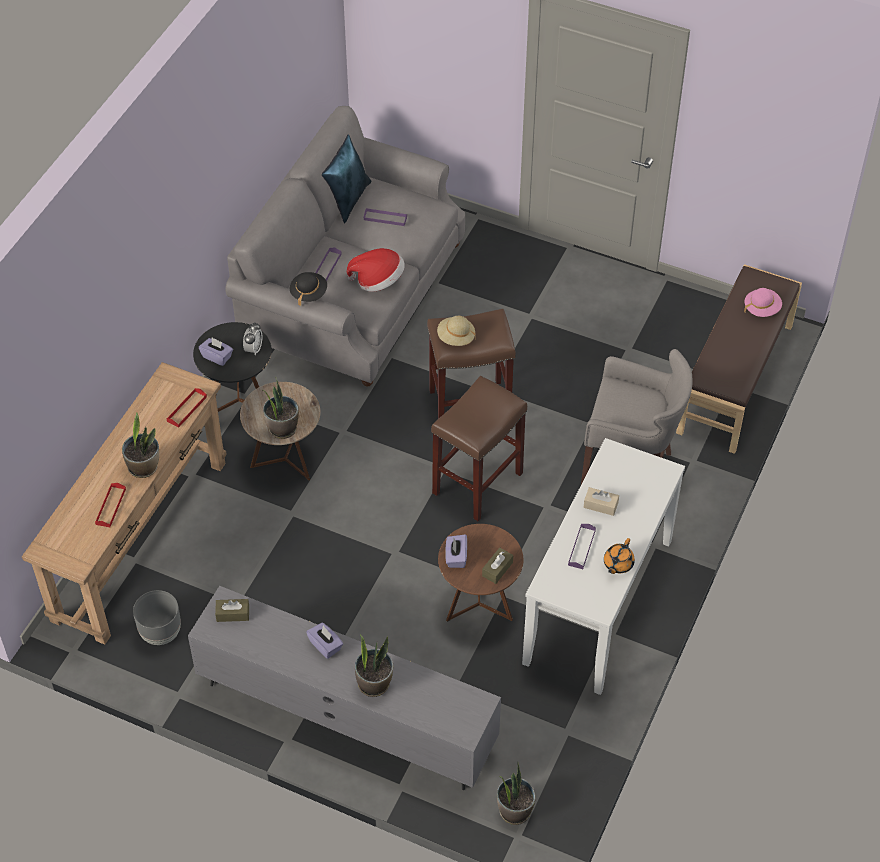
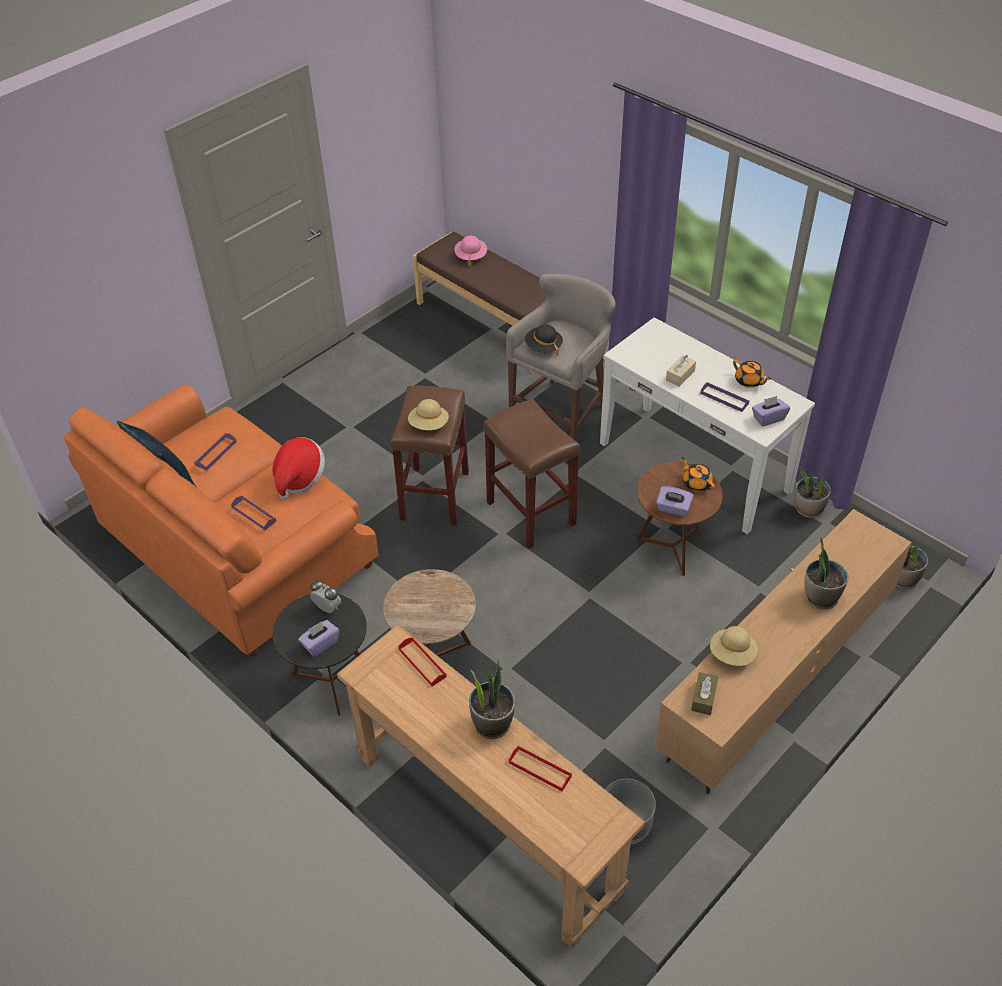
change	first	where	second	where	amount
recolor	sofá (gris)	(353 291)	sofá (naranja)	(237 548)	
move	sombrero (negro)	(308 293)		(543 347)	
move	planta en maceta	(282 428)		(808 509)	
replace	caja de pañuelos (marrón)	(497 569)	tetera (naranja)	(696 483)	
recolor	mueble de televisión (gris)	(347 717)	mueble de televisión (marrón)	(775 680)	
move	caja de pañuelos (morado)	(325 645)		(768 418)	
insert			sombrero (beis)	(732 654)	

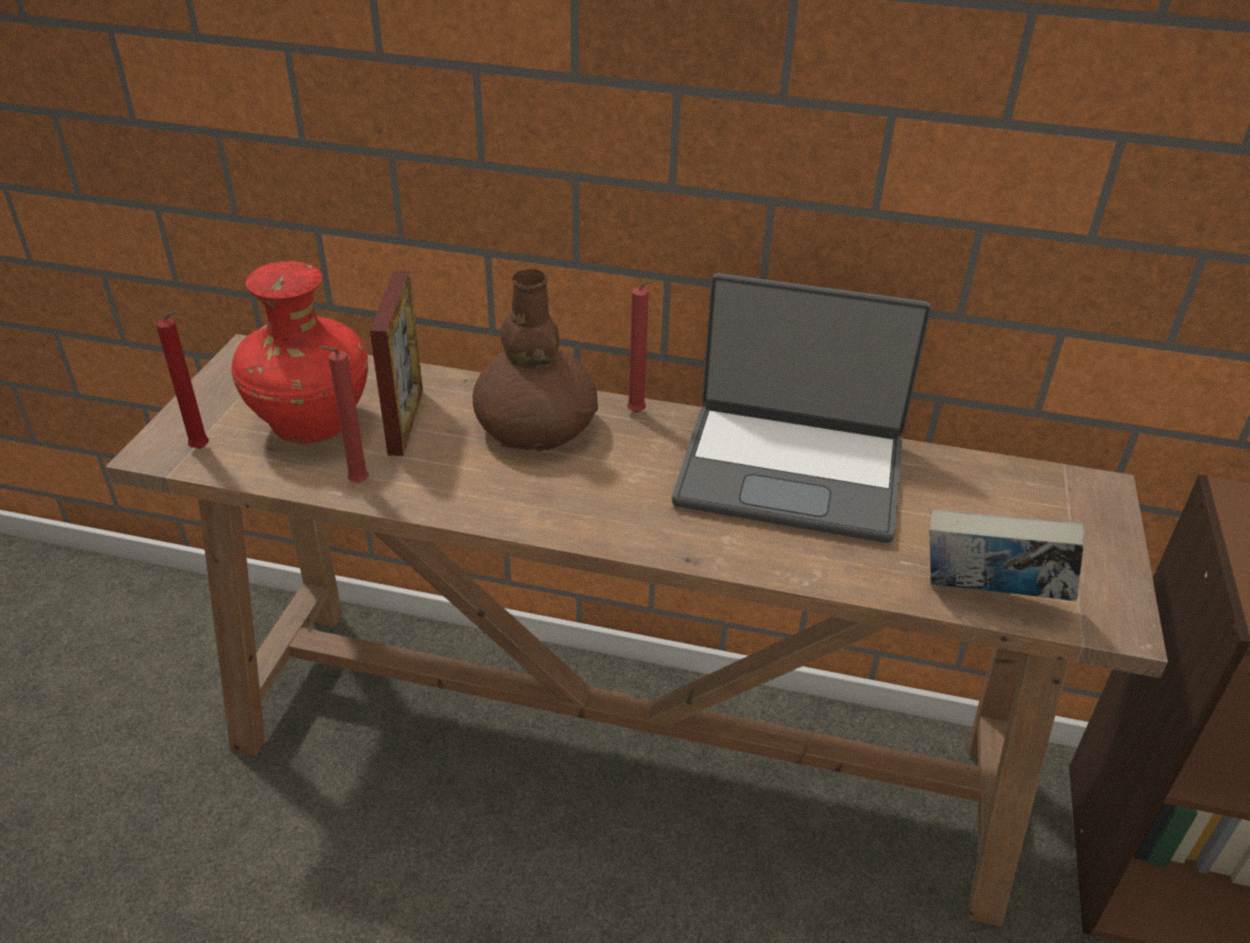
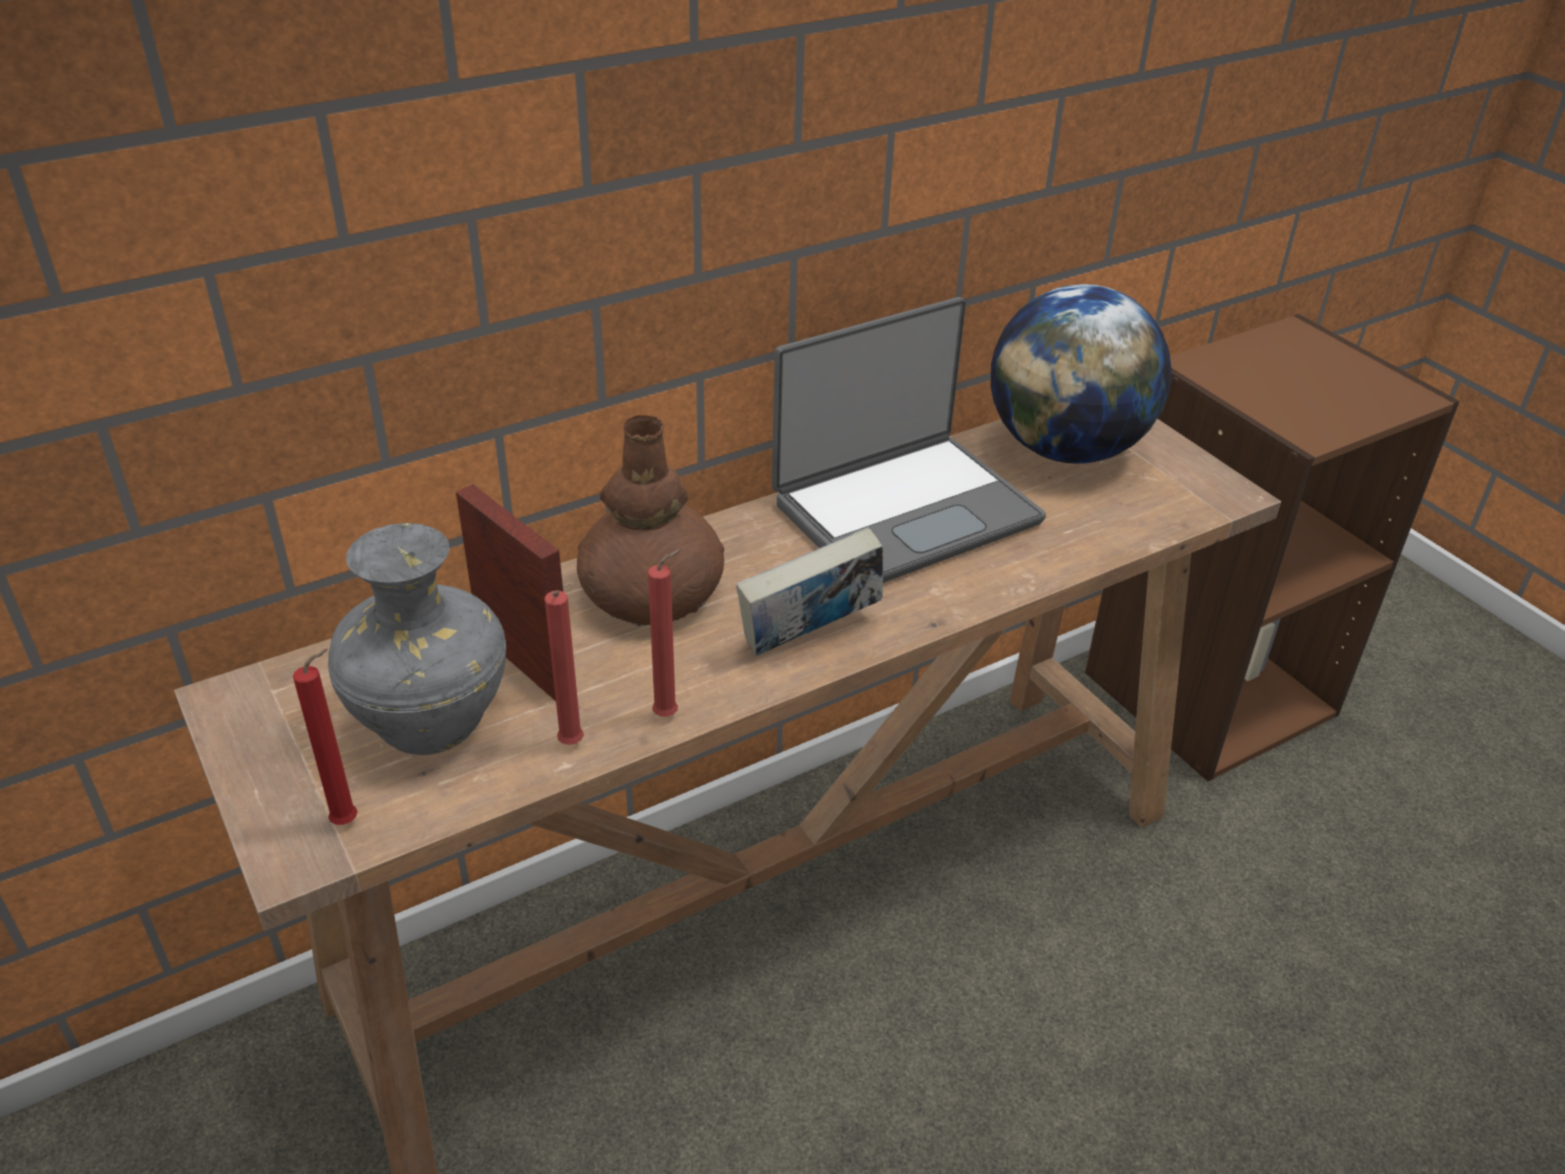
change	first	where	second	where	amount
recolor	florero (rojo)	(310 424)	florero (gris)	(429 724)	
move	vela (rojo)	(639 413)		(669 715)	
move	libro	(990 597)		(809 638)	
insert			globo terráqueo	(1066 449)	

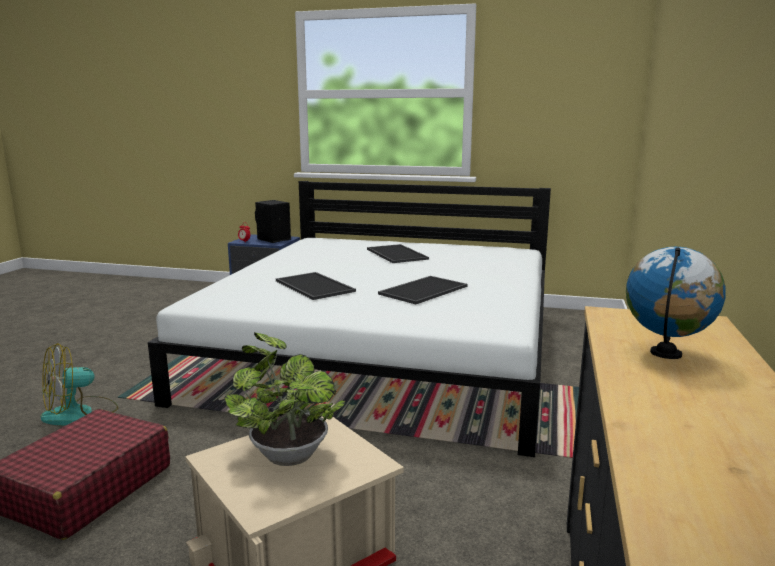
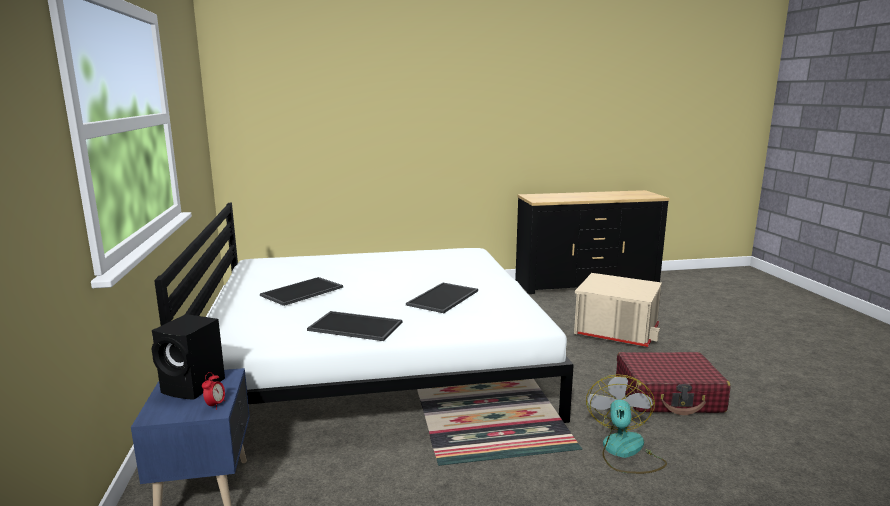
change	first	where	second	where	amount
delete	globo terráqueo	(666 354)			
move	bandeja	(423 290)		(354 327)	
delete	planta en maceta	(286 453)			
rotate	ventilador	(80 414)		(624 452)	105 degrees counterclockwise

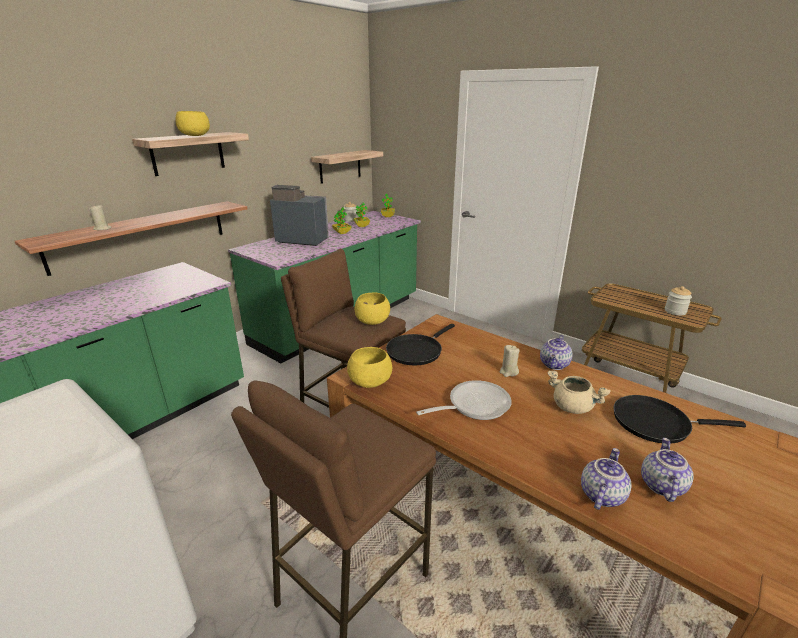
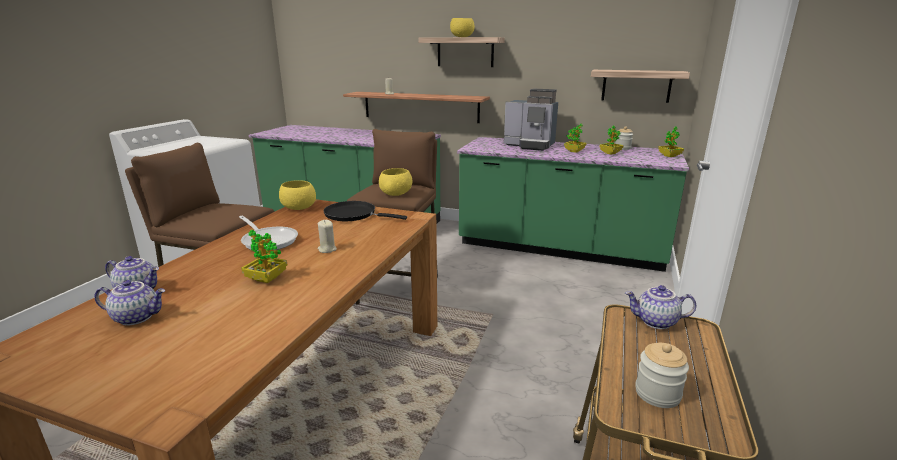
change	first	where	second	where	amount
rotate	cafetera	(301 240)		(530 145)	120 degrees clockwise
move	tetera	(554 365)		(656 322)	
replace	olla (beis)	(572 407)	planta en maceta	(266 278)	
delete	sartén (negro)	(656 423)			

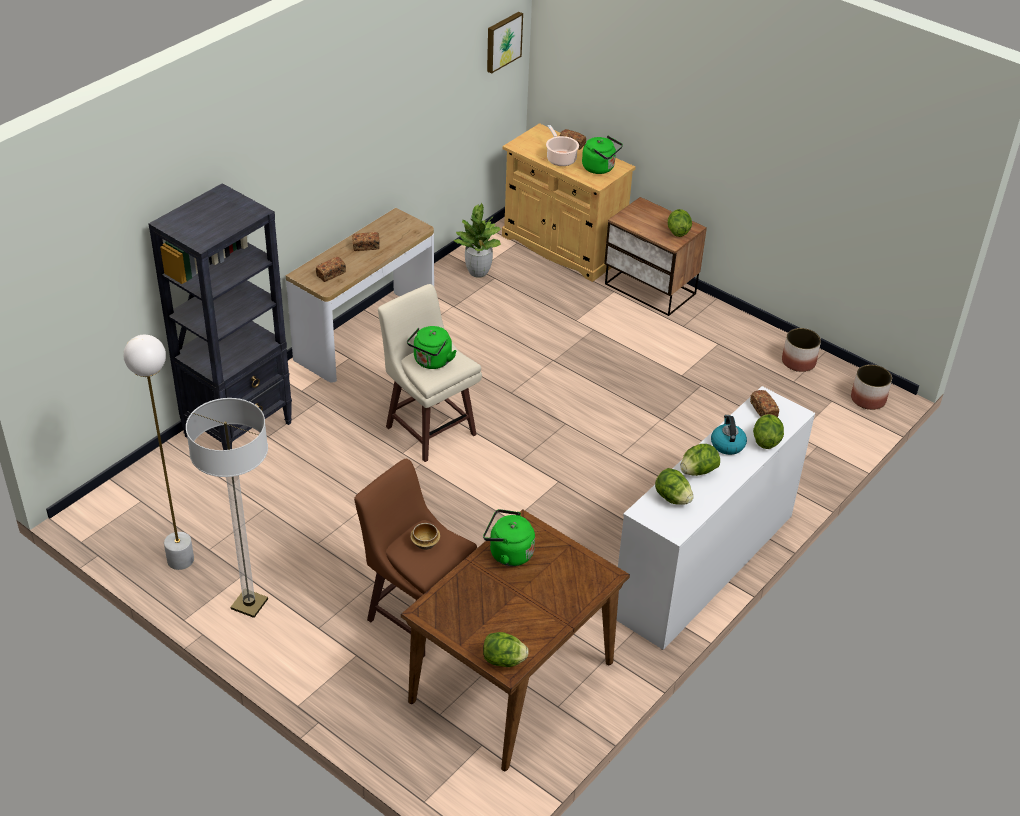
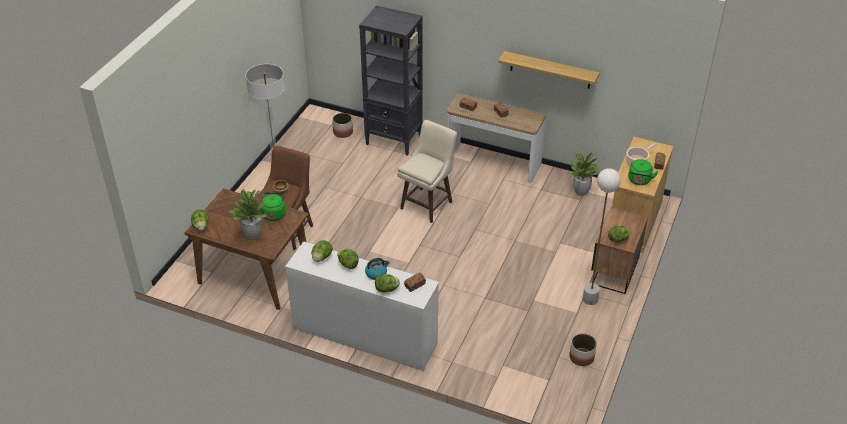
change	first	where	second	where	amount
delete	cuadro	(502 41)			
delete	hervidor (verde)	(431 362)			
move	lámpara de pie (blanco)	(180 560)		(590 299)	
move	maceta	(868 399)		(343 132)	
insert			estante	(550 70)	
insert			planta en maceta	(253 234)	

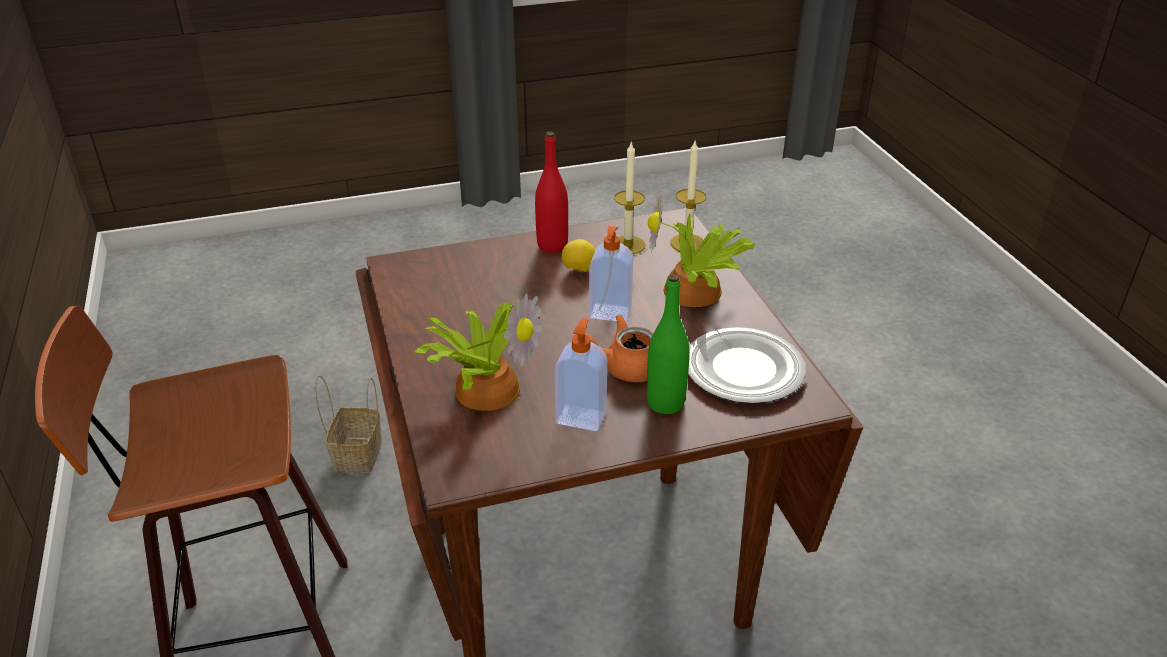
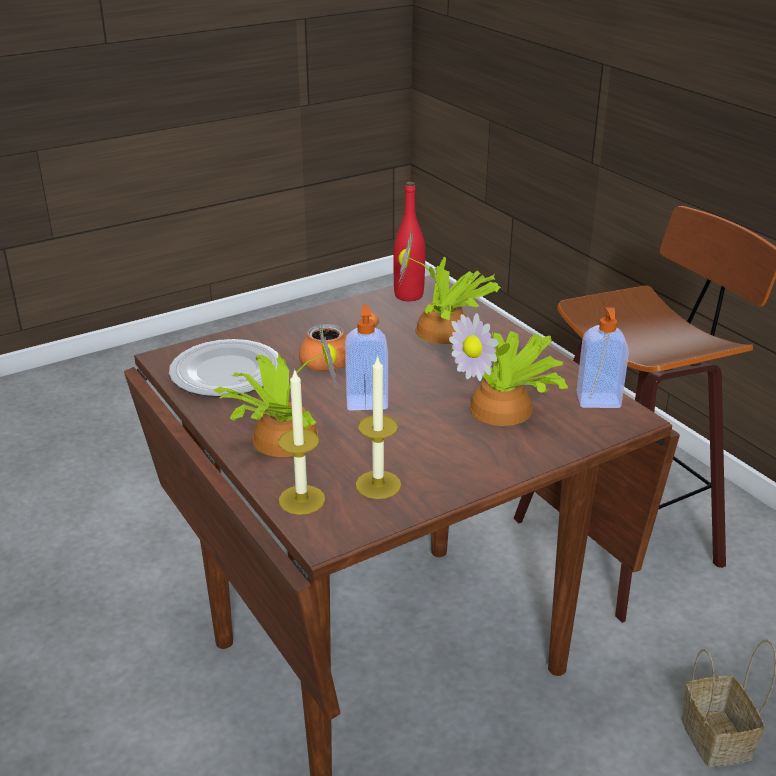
change	first	where	second	where	amount
move	botella (rojo)	(552 245)		(408 295)	
delete	limón	(579 270)			
delete	botella (verde)	(665 403)			
move	dispensador de jabón	(581 417)		(598 401)	
insert			planta en maceta	(505 408)	

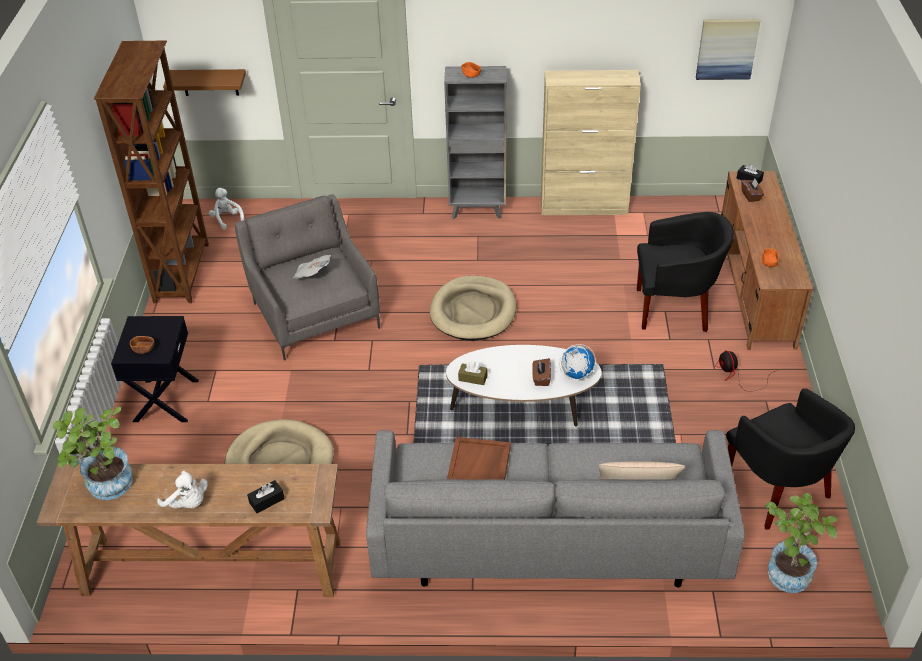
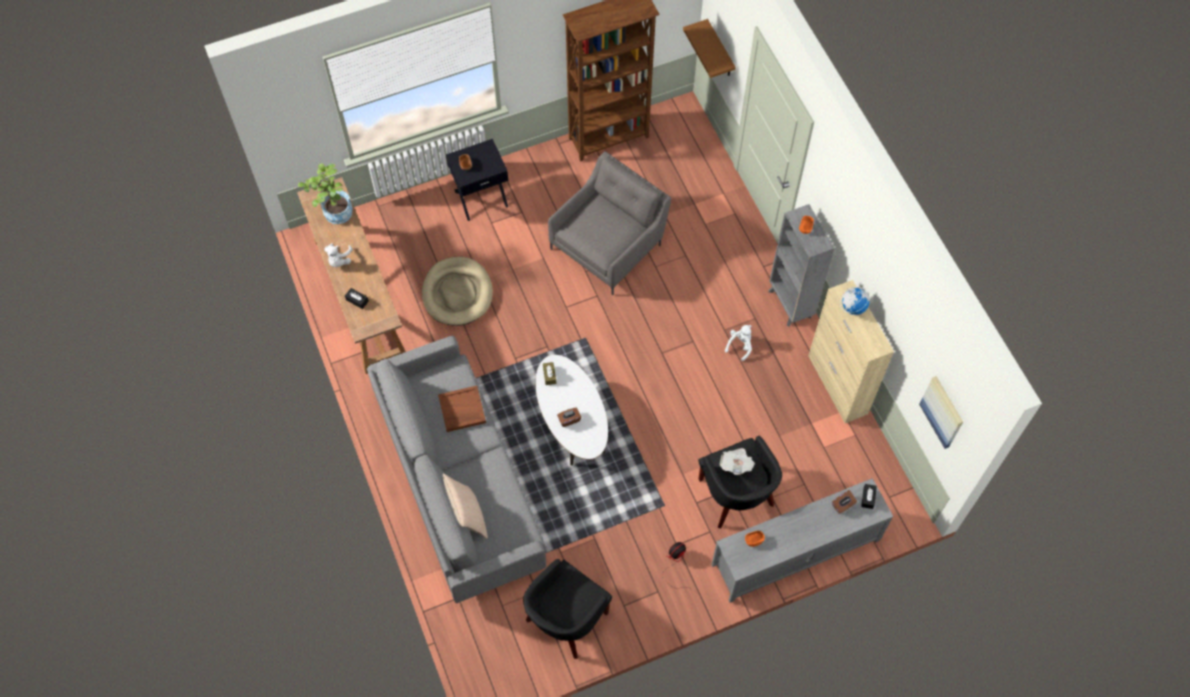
change	first	where	second	where	amount
recolor	mueble de televisión (marrón)	(755 287)	mueble de televisión (gris)	(795 552)	
move	peluche (blanco)	(226 219)		(740 345)	
move	periódico	(312 275)		(736 464)	
delete	cama para perro (beis)	(473 311)			
move	globo terráqueo	(576 374)		(853 307)	
delete	planta en maceta	(788 569)			

